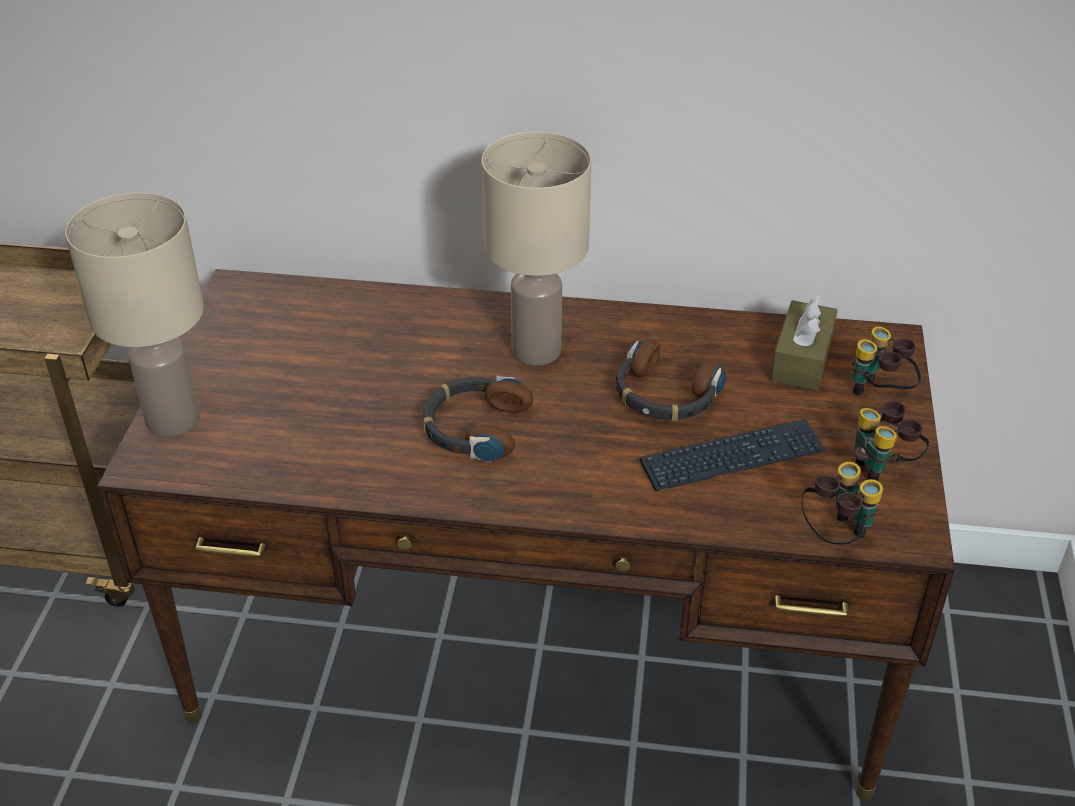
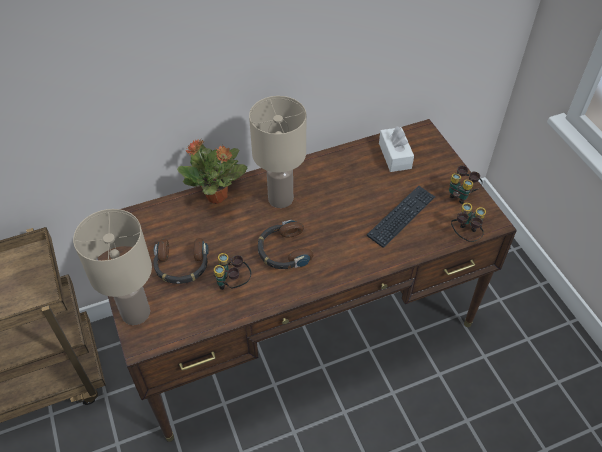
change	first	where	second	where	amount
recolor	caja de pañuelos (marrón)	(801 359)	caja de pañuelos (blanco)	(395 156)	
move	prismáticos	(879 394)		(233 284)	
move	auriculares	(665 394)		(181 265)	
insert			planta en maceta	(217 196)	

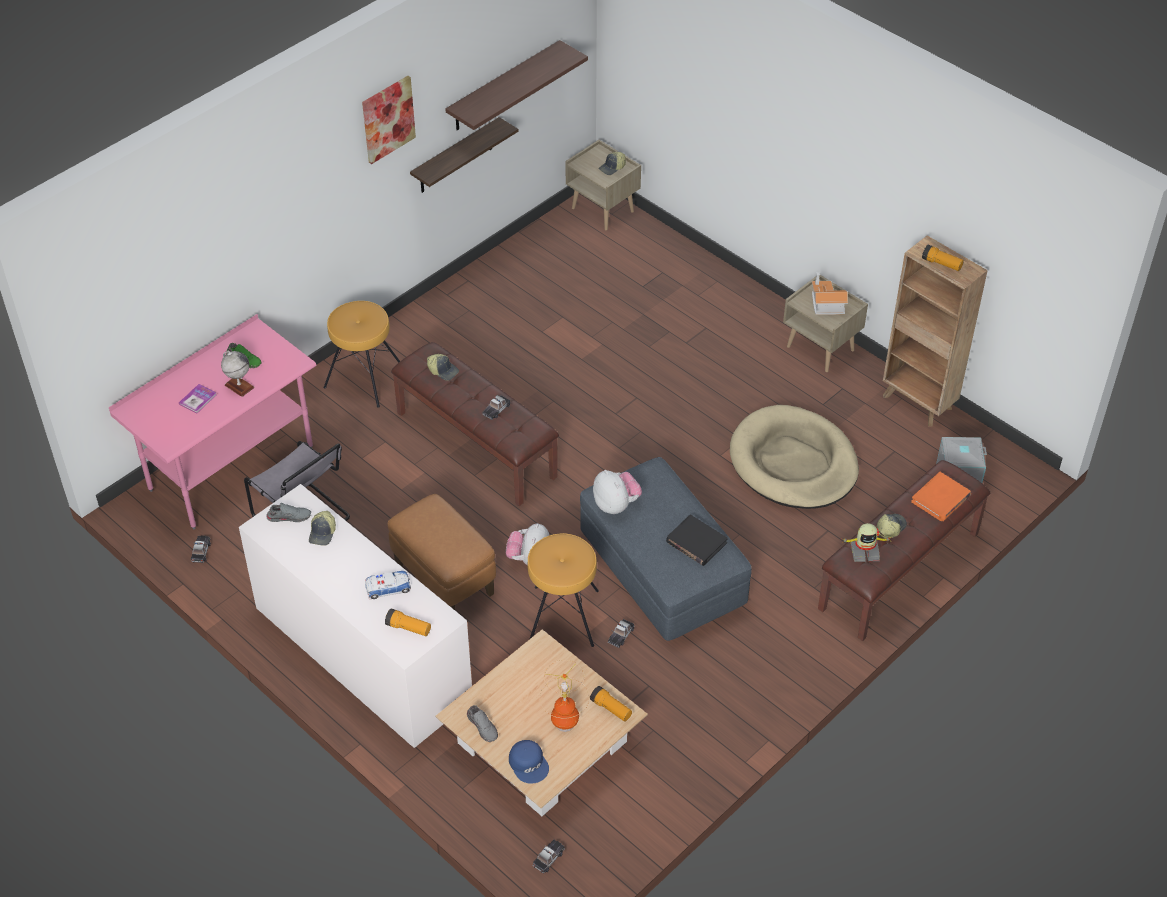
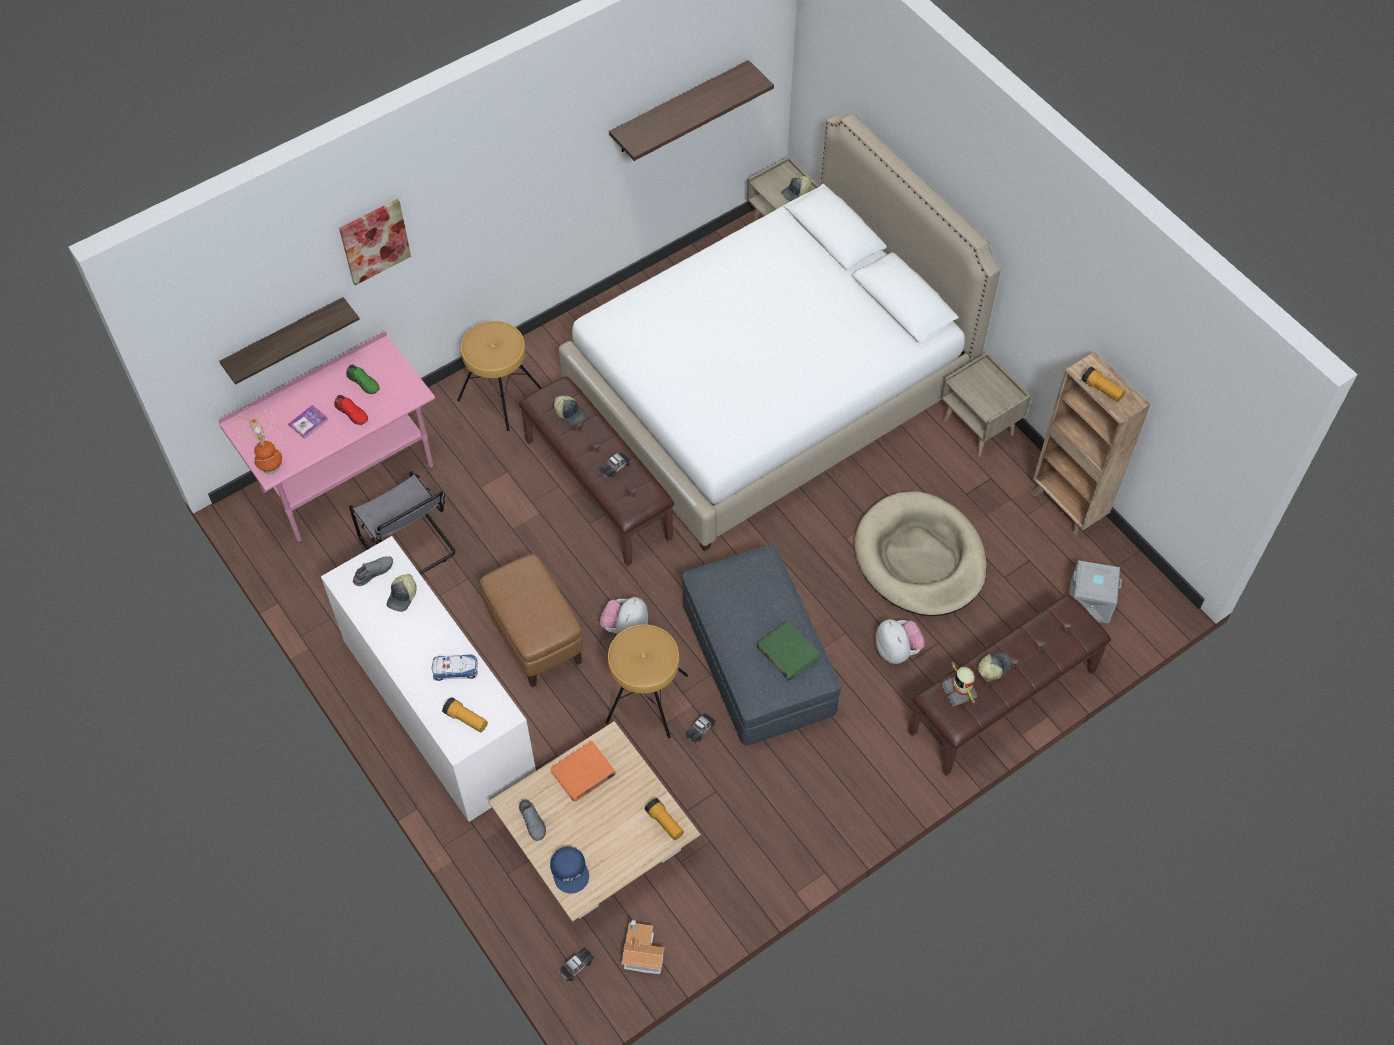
change	first	where	second	where	amount
move	cuadro	(388 119)		(374 241)	
move	estante	(456 157)		(285 340)	
move	casita	(825 303)		(641 952)	
replace	globo terráqueo	(239 386)	zapato (rojo)	(352 413)	
move	peluche	(616 505)		(897 650)	
move	libro (naranja)	(941 499)		(583 773)	
rotate	zapato (gris)	(289 516)		(373 572)	45 degrees counterclockwise
recolor	libro (negro)	(696 542)	libro (verde)	(787 652)	
rotate	robot de juguete	(864 551)		(960 691)	60 degrees clockwise
delete	coche de juguete	(201 551)			
move	lámpara de mesa	(565 723)		(271 466)	
insert			cama (blanco)	(768 388)	

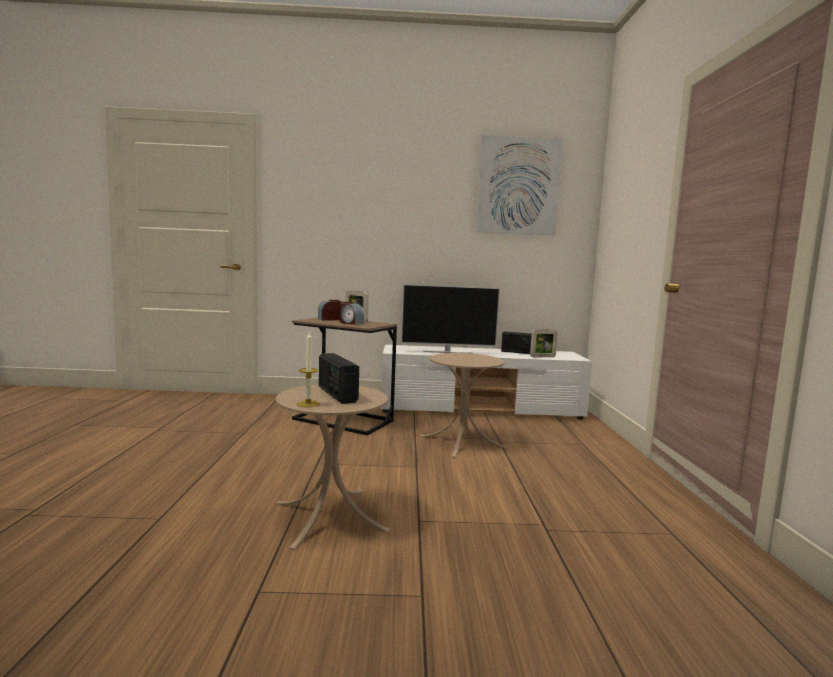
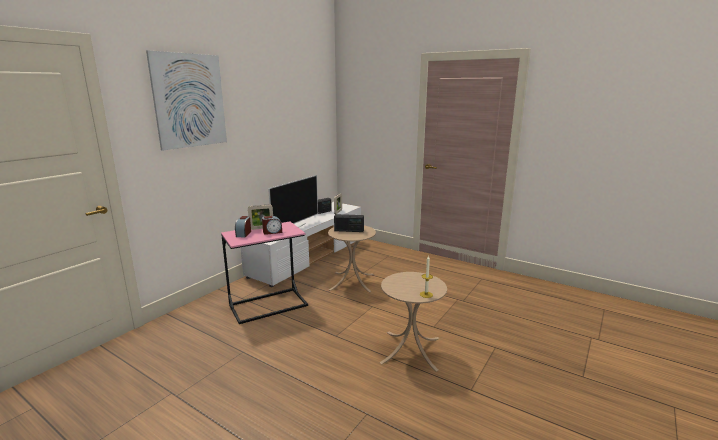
change	first	where	second	where	amount
move	cuadro	(518 186)		(189 101)	
recolor	mesa auxiliar (marrón)	(343 420)	mesa auxiliar (rosa)	(268 305)	
move	radio	(337 394)		(349 230)	

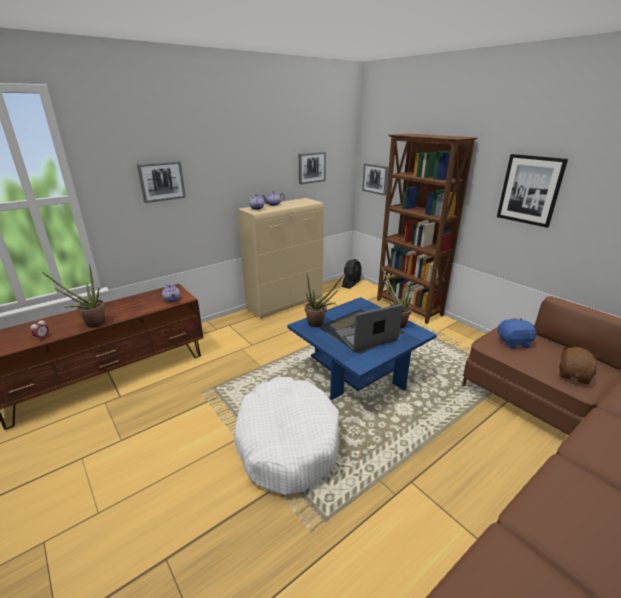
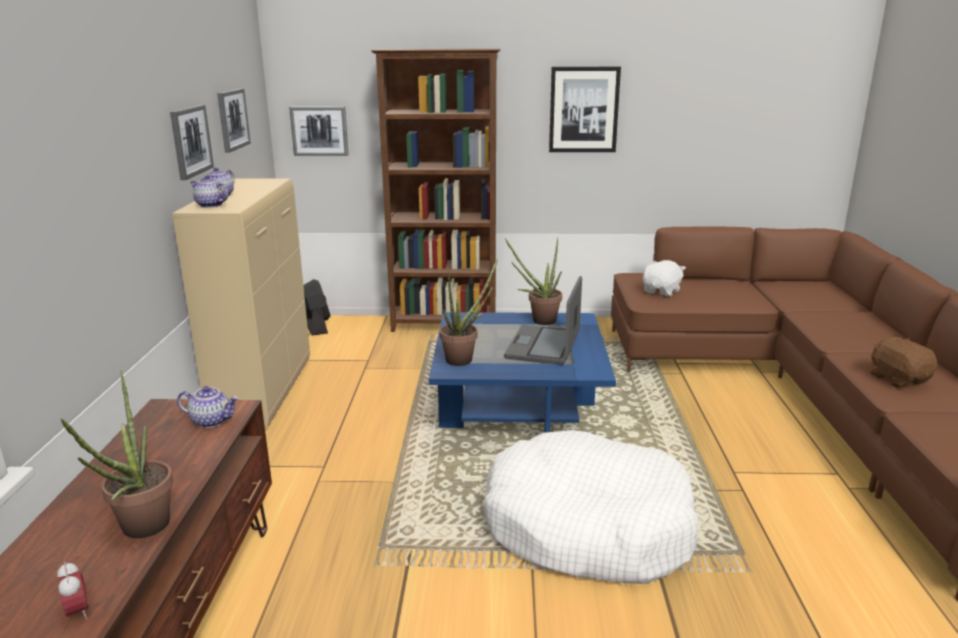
change	first	where	second	where	amount
move	cuadro	(162 181)		(190 141)	
recolor	peluche (azul)	(514 343)	peluche (blanco)	(662 291)	
move	peluche (marrón)	(573 375)		(898 379)	

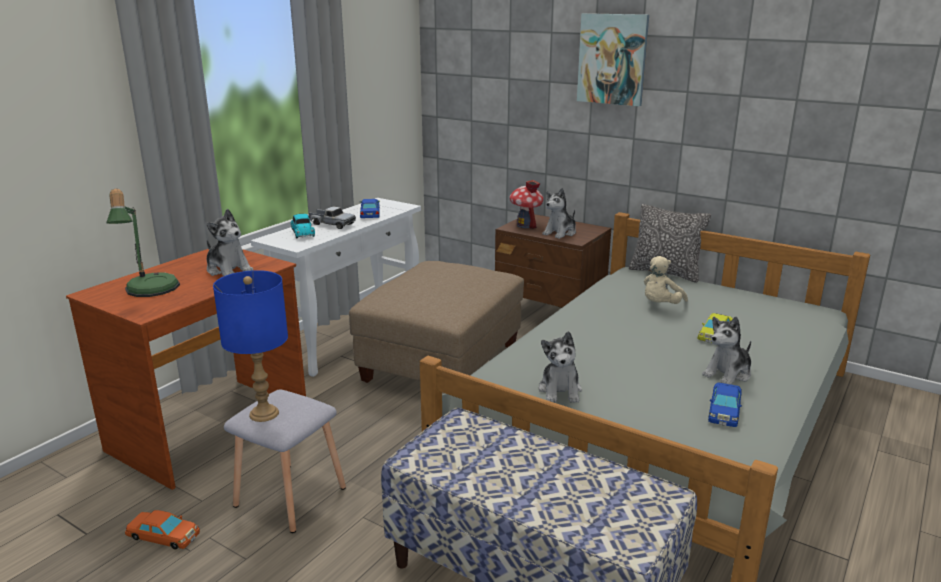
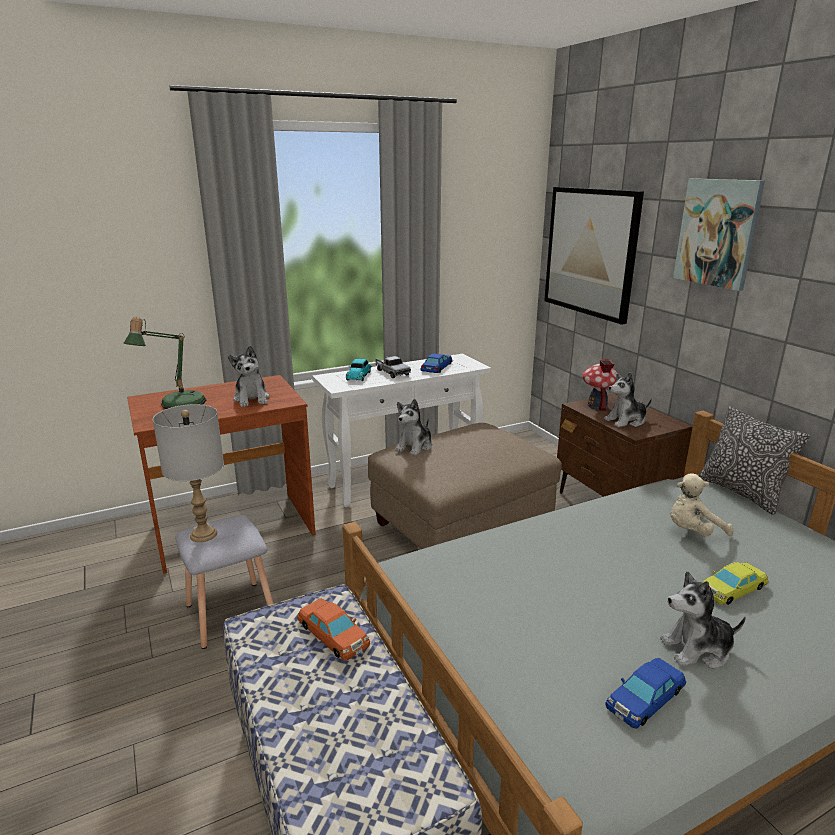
change	first	where	second	where	amount
recolor	lámpara de mesa (azul)	(263 413)	lámpara de mesa (gris)	(203 534)	
move	peluche	(560 390)		(415 446)	
move	coche de juguete (naranja)	(163 535)		(333 634)	
insert			cuadro	(591 252)	

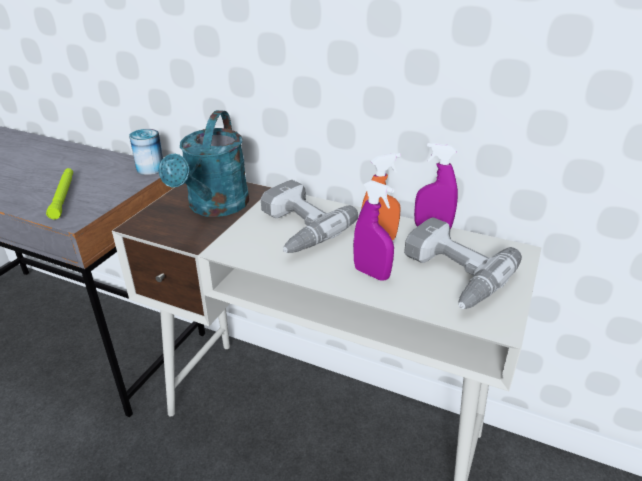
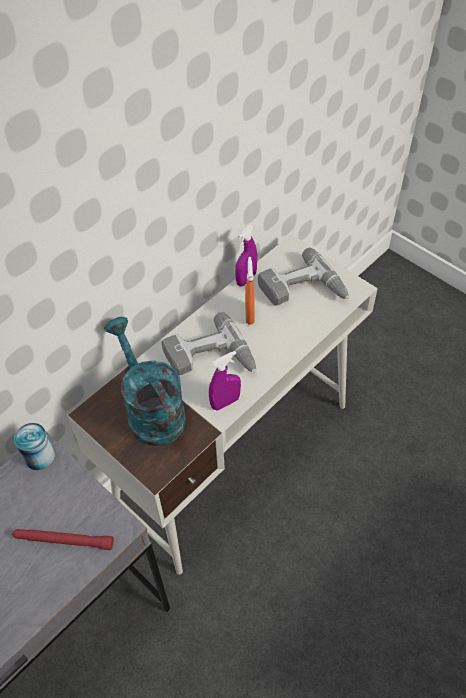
change	first	where	second	where	amount
rotate	regadera (turquesa)	(215 207)		(151 410)	150 degrees counterclockwise
recolor	linterna (verde)	(63 196)	linterna (rojo)	(63 540)	
move	pulverizador (morado)	(371 273)		(225 402)	

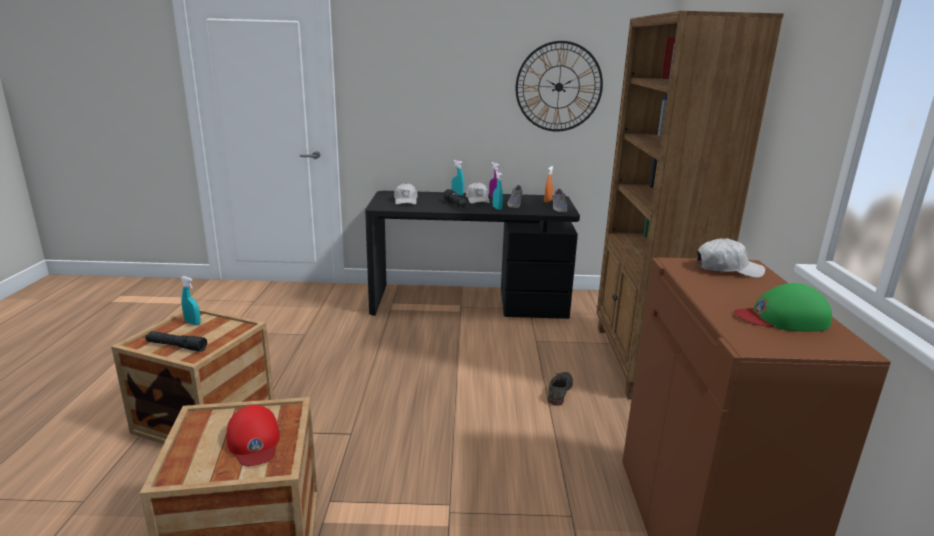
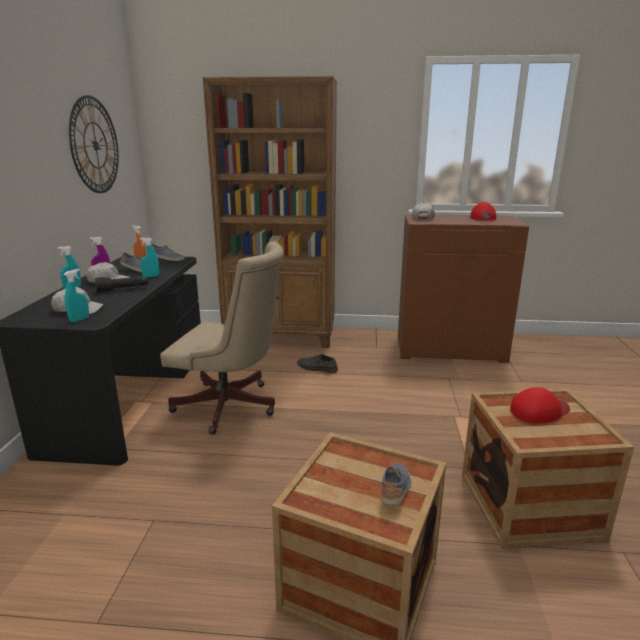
change	first	where	second	where	amount
move	pulverizador (turquesa)	(193 323)		(79 319)	
recolor	gorra (verde)	(782 318)	gorra (rojo)	(483 218)	
replace	linterna (negro)	(176 346)	zapato	(395 491)	
insert			silla de oficina (beis)	(231 407)	

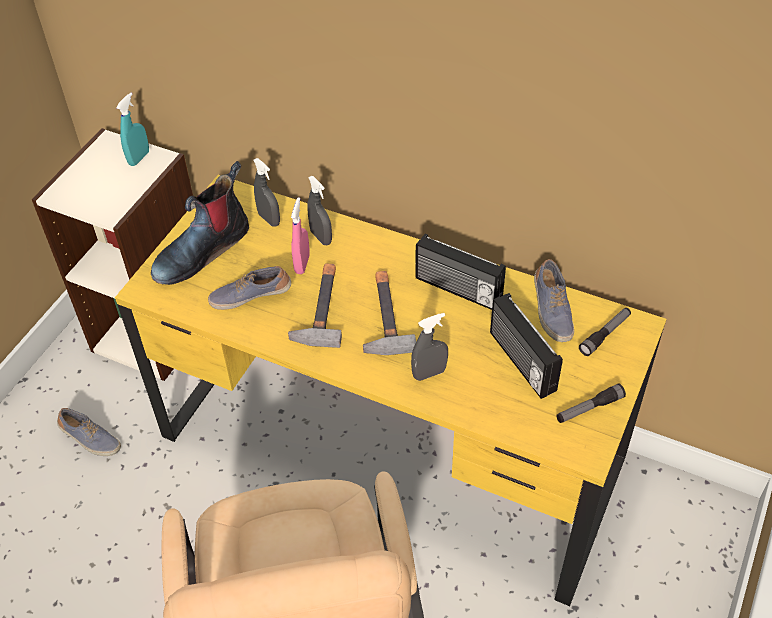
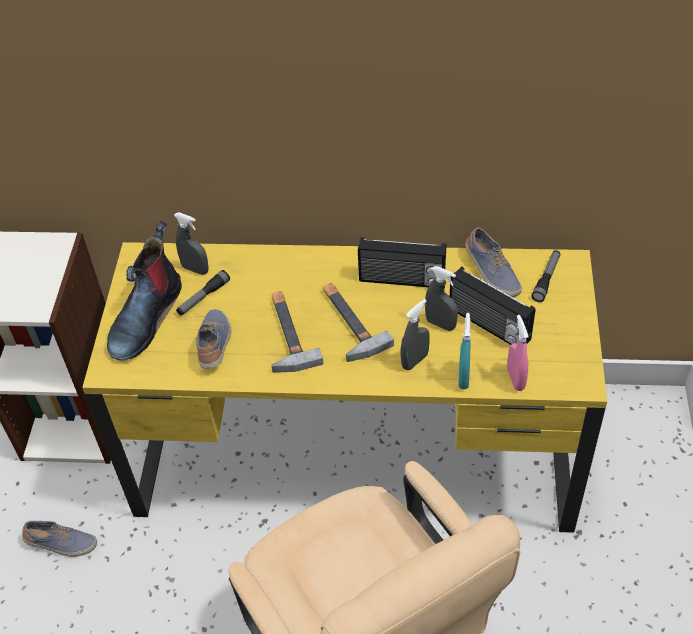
change	first	where	second	where	amount
move	pulverizador (turquesa)	(139 158)		(463 377)	
move	pulverizador (gris)	(321 237)		(440 324)	
move	pulverizador (rosa)	(302 264)		(515 379)	
rotate	zapato	(250 296)		(215 344)	120 degrees clockwise
move	linterna	(589 408)		(203 297)	

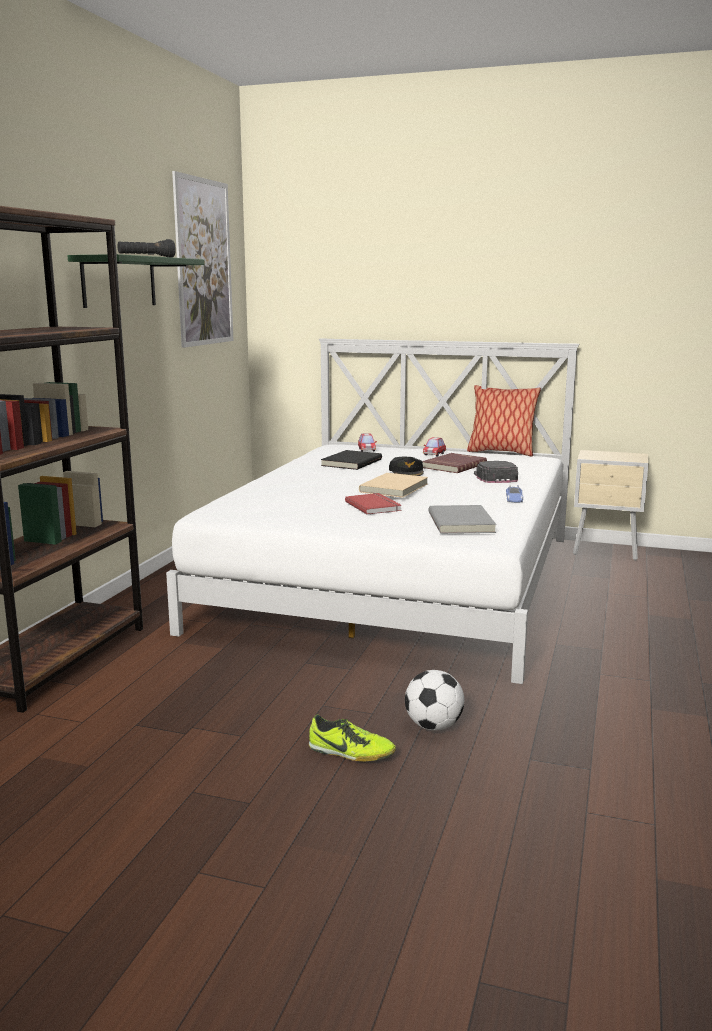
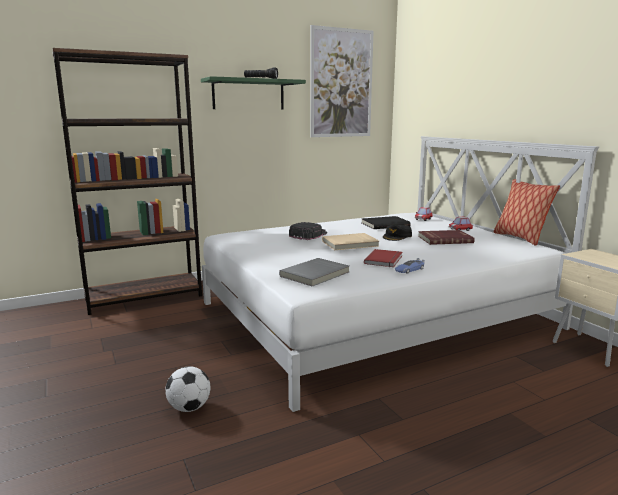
change	first	where	second	where	amount
move	gorra (negro)	(494 477)		(308 234)	
move	libro (rojo)	(374 506)		(385 260)	
delete	zapato	(351 753)			

